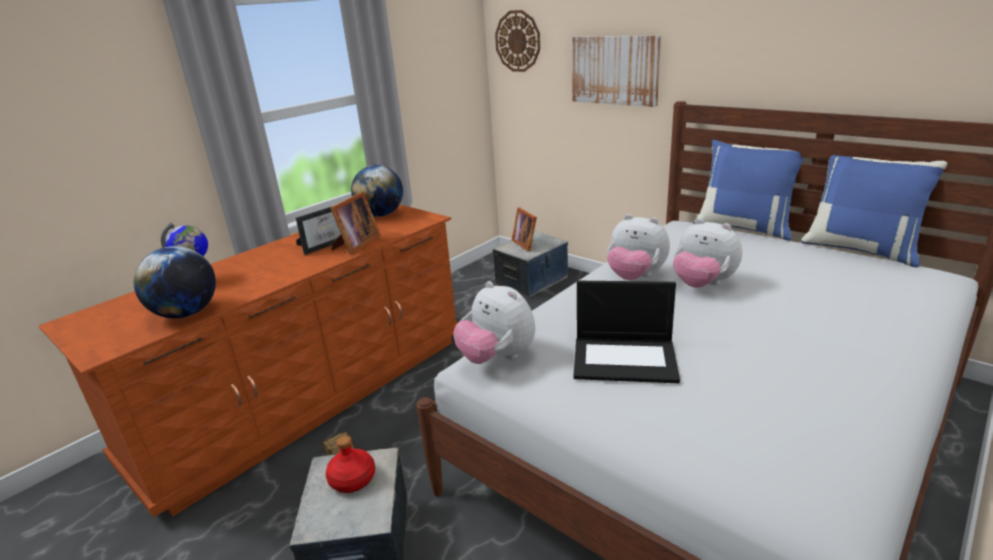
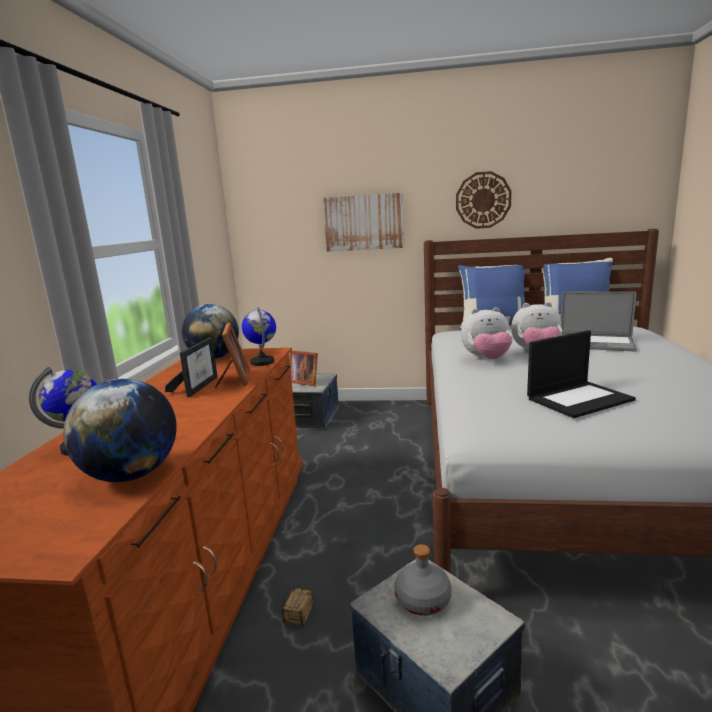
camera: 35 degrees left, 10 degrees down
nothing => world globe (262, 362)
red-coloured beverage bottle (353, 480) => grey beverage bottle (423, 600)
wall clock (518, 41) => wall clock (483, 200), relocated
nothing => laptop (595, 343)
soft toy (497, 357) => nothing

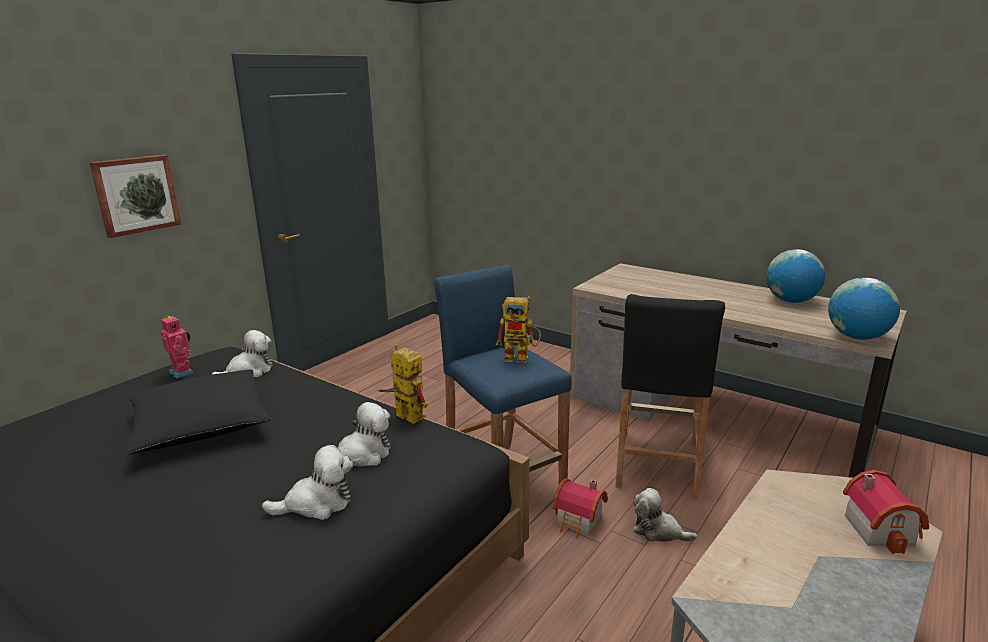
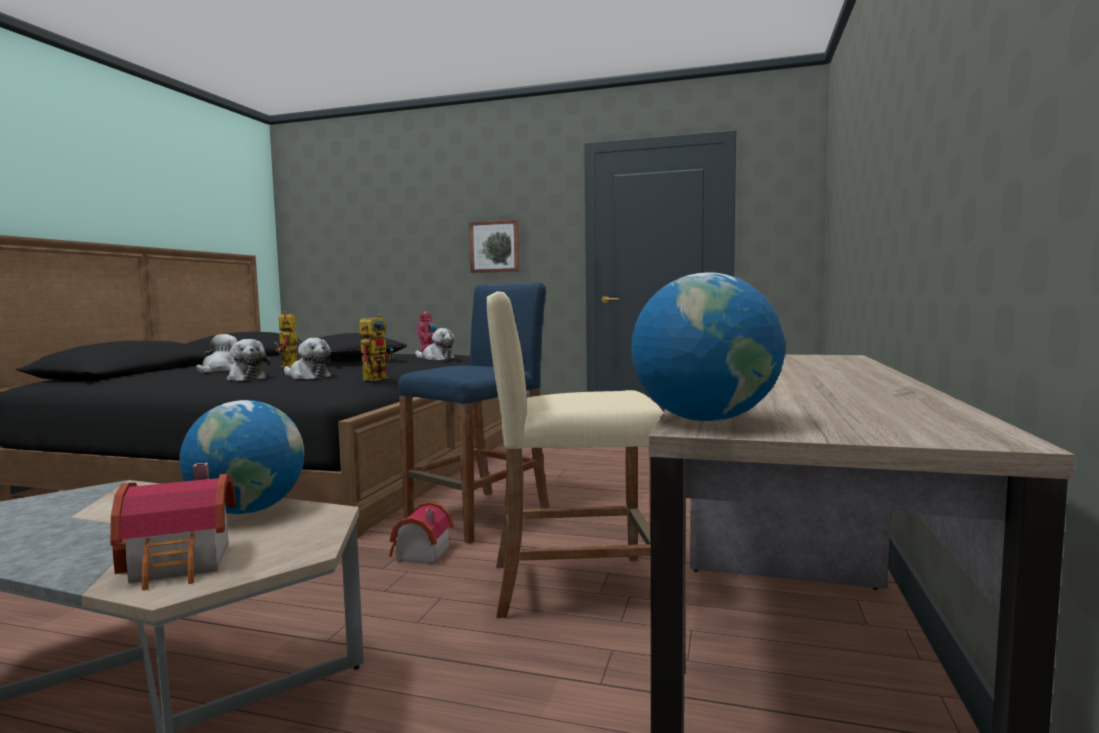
camera: 70 degrees right, 15 degrees down
world globe (790, 301) => world globe (248, 510), relocated
soft toy (658, 531) => soft toy (219, 370), relocated
robot figure (522, 358) => robot figure (290, 366), relocated
black-coloured stool (657, 463) => beige-coloured stool (573, 585)

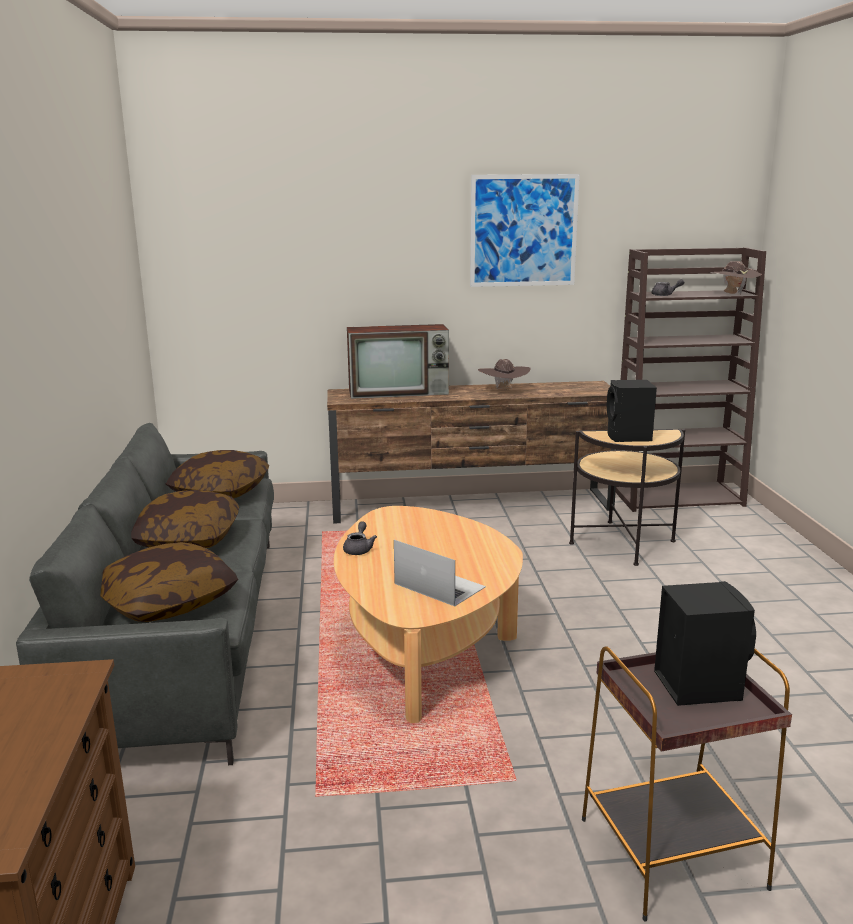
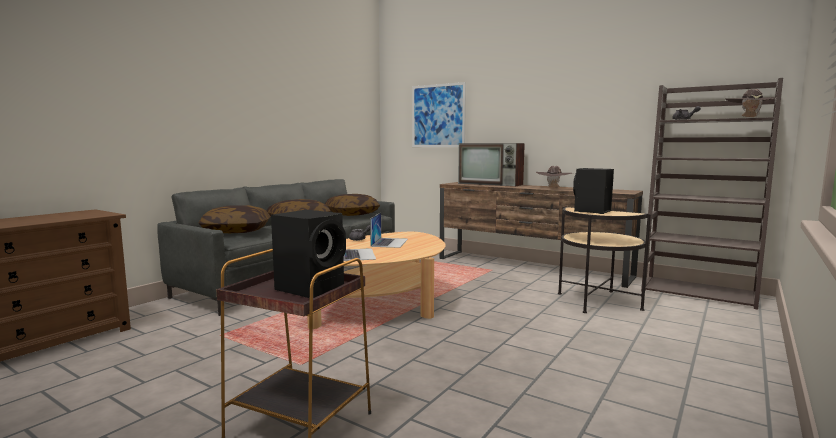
camera: 40 degrees right, 10 degrees down
nothing => laptop (389, 242)
wall art (523, 231) => wall art (438, 116), relocated

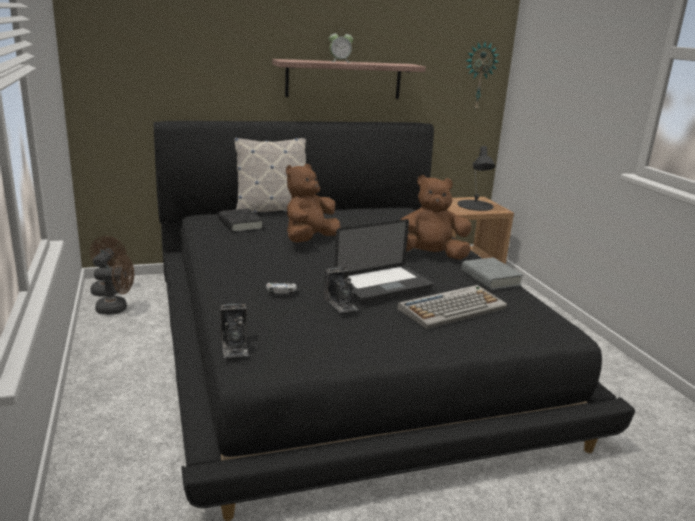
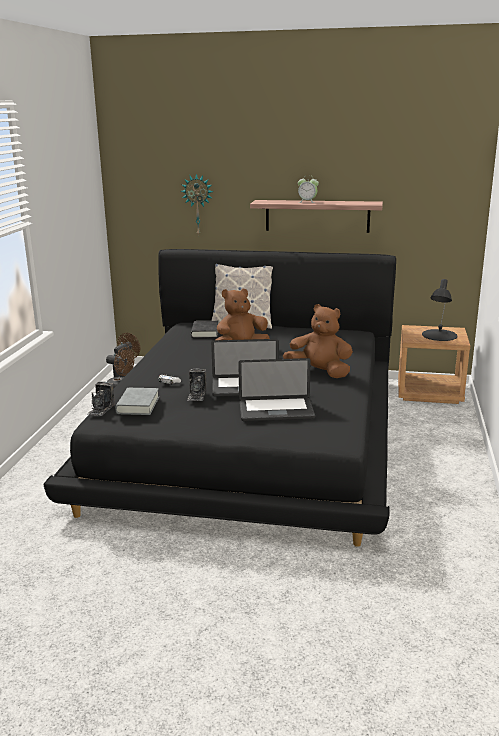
camera: 30 degrees right, 0 degrees up
grey volume (490, 278) => grey volume (138, 405), relocated
wall clock (479, 76) => wall clock (198, 205), relocated
keyboard (452, 308) => laptop (276, 411)

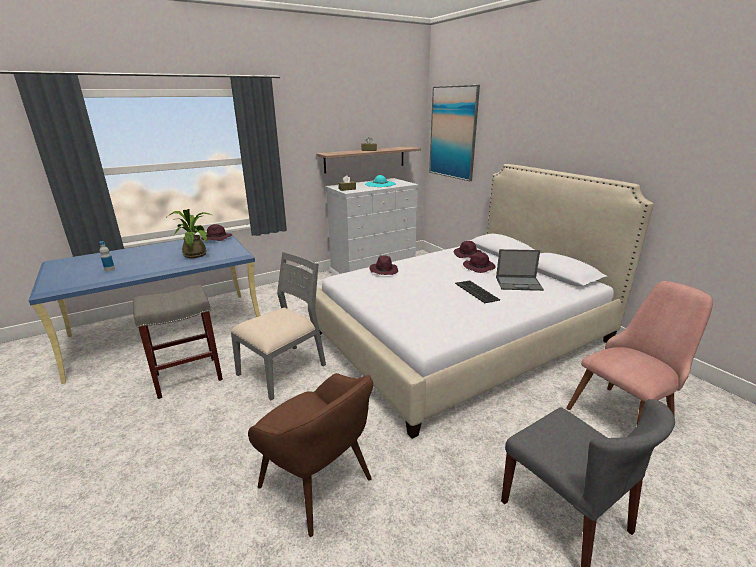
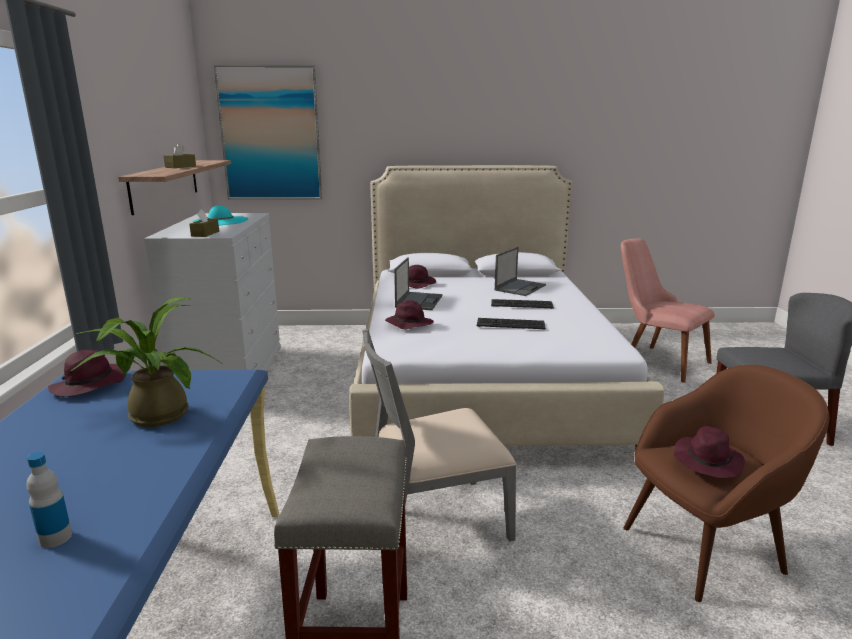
camera: 60 degrees left, 5 degrees down
grey upright chair (283, 370) => grey upright chair (436, 520), 90 degrees counterclockwise
nothing => laptop (419, 301)
nothing => keyboard (510, 324)
pink-coloured upright chair (626, 412) => pink-coloured upright chair (655, 360), 45 degrees counterclockwise
purplish wearable hat (479, 267) => purplish wearable hat (707, 461), relocated

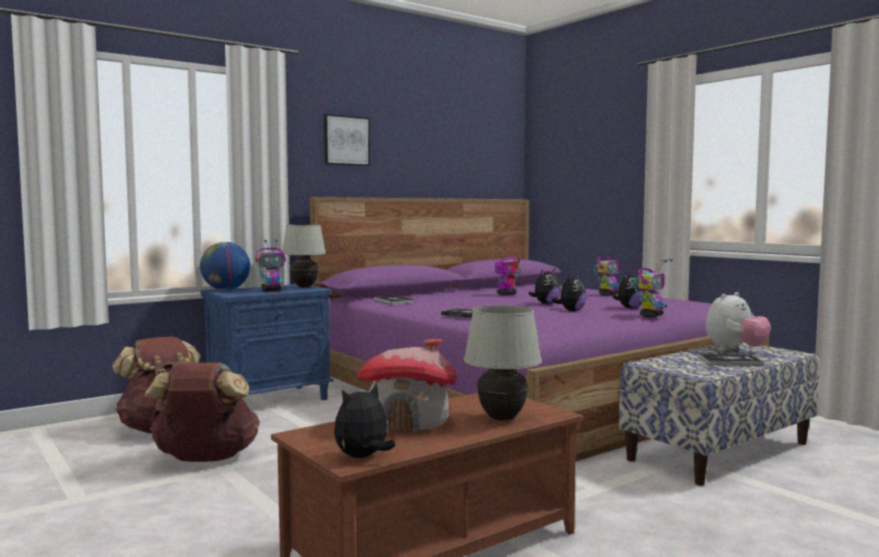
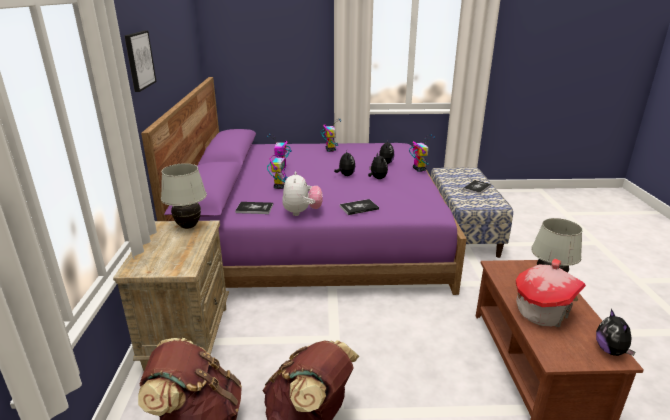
camera: 55 degrees left, 20 degrees up
blue-coloured bedside table (270, 400) => beige-coloured bedside table (188, 336)
robot figure (272, 290) => robot figure (280, 186), relocated
soft toy (735, 350) => soft toy (302, 212), relocated
world globe (226, 290) => nothing

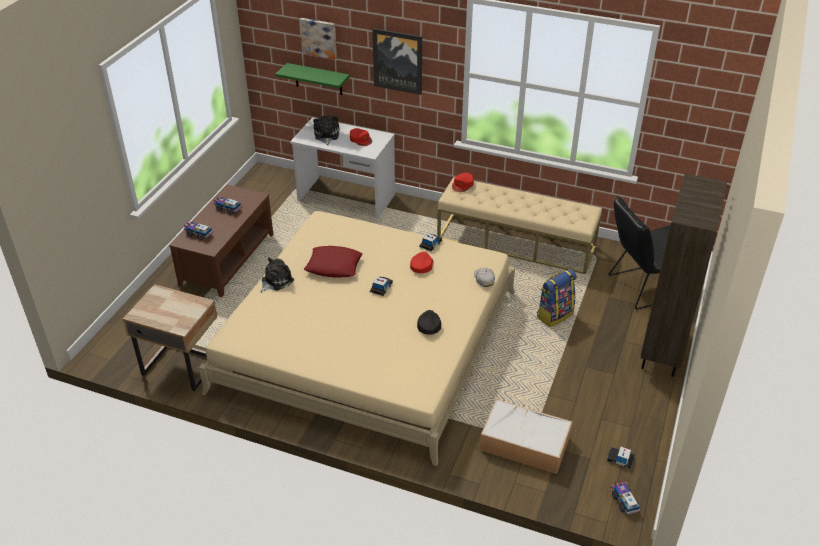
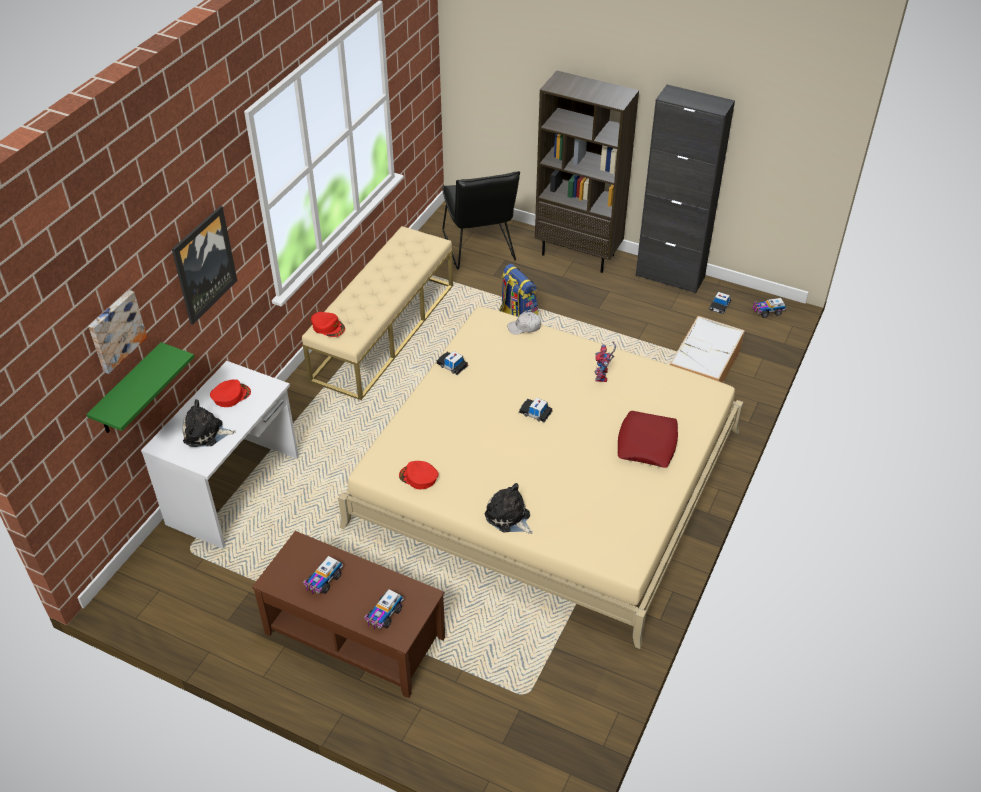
camera: 85 degrees left, 5 degrees up
red-coloured peaked cap (421, 265) => red-coloured peaked cap (418, 477), relocated
black-coloured peaked cap (429, 325) => robot figure (603, 377)
red-coloured pillow (333, 266) => red-coloured pillow (647, 444), relocated
nothing => black-coloured cabinet (670, 276)
beige-coloured bedside table (181, 365) => nothing

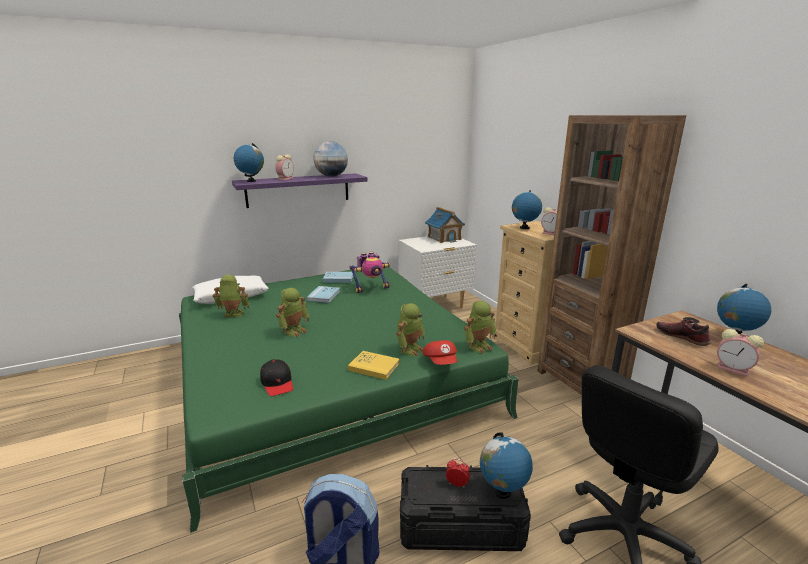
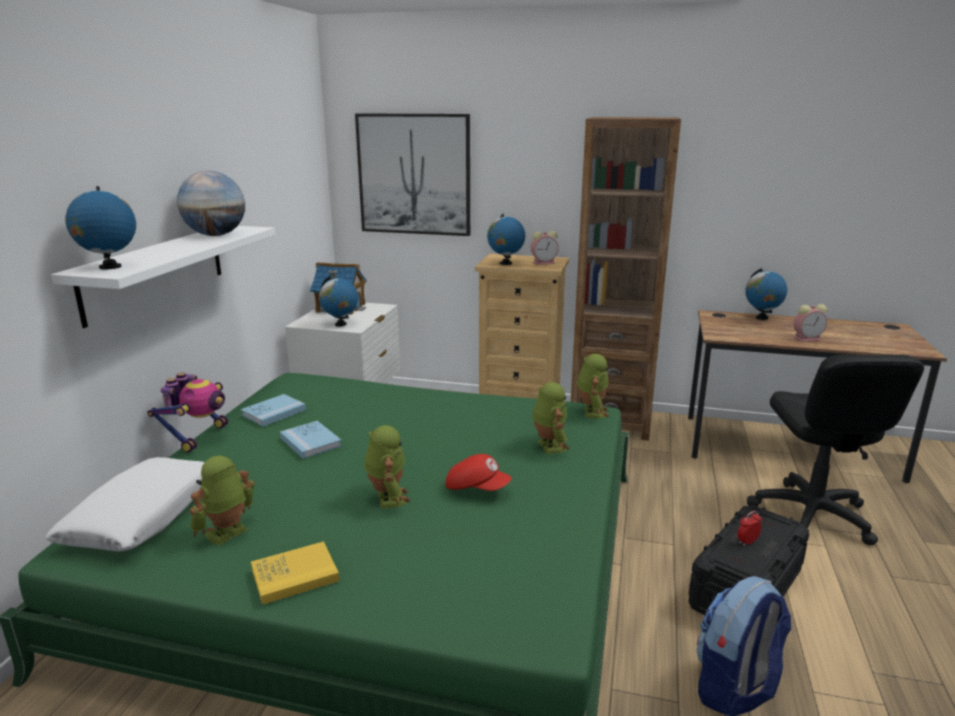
camera: 50 degrees left, 0 degrees up
purplish bracket shelf (298, 190) => white-coloured bracket shelf (156, 271)
robot figure (371, 288) => robot figure (199, 437), relocated
yellowish volume (374, 367) => yellowish volume (295, 575), relocated
world globe (502, 492) => world globe (340, 324), relocated
nothing => wall art (414, 174)
red-coloured peaked cap (441, 362) => red-coloured peaked cap (477, 488), relocated
black-coloured peaked cap (277, 383) => nothing
table clock (285, 179) => nothing
item of footwear (682, 337) => nothing

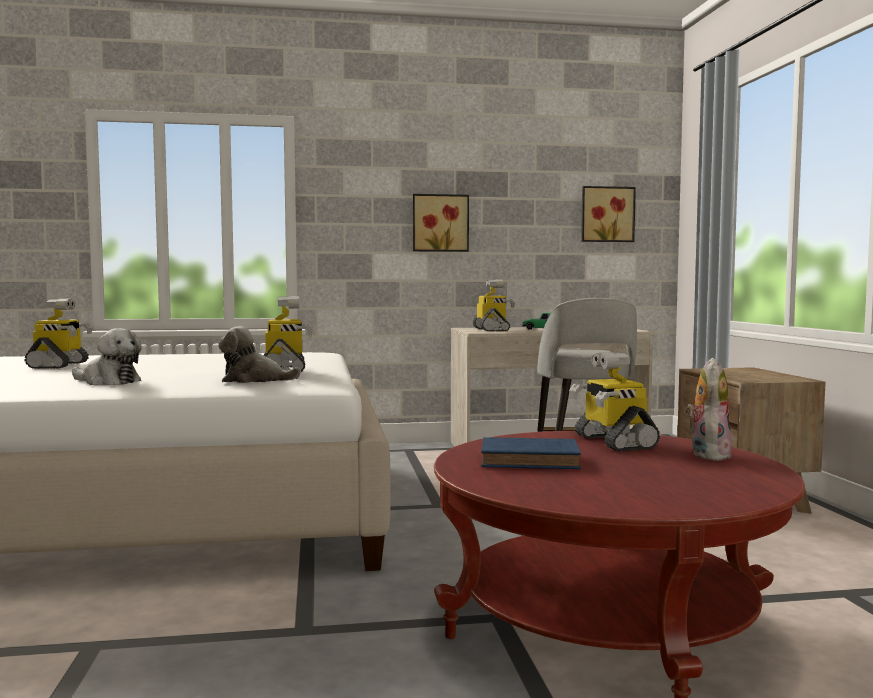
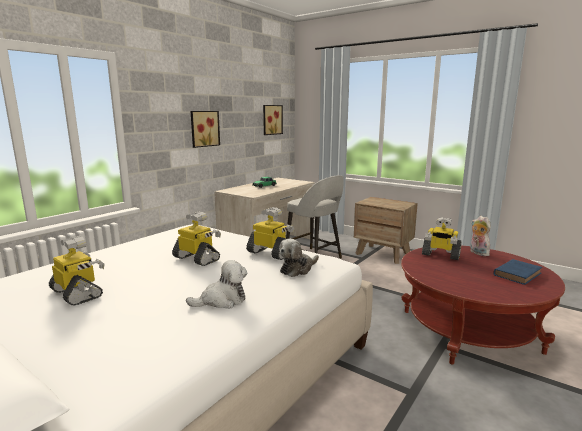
camera: 45 degrees left, 10 degrees up
robot figure (492, 330) => robot figure (197, 258), relocated
blue-coloured volume (532, 460) => blue-coloured volume (517, 274), relocated

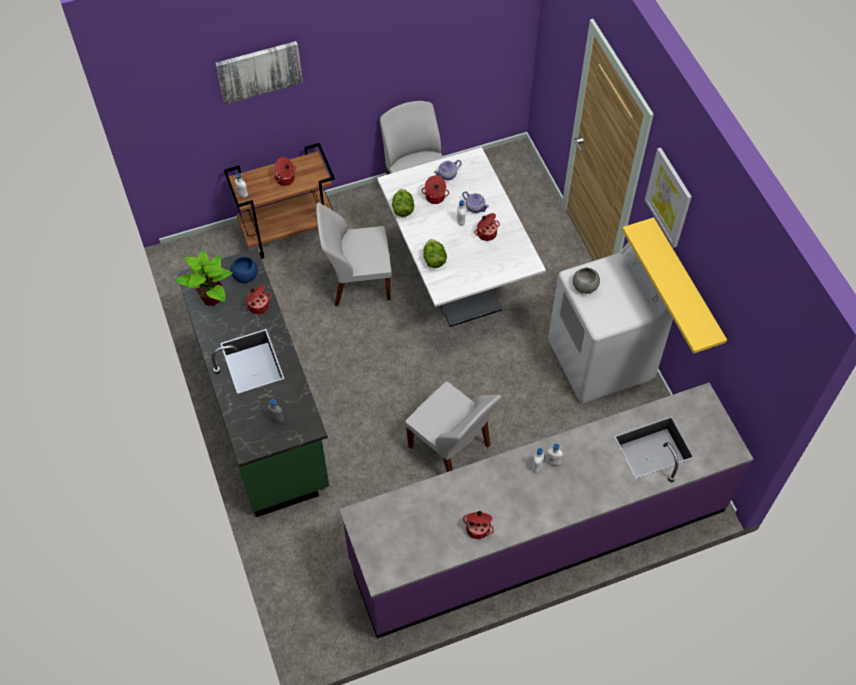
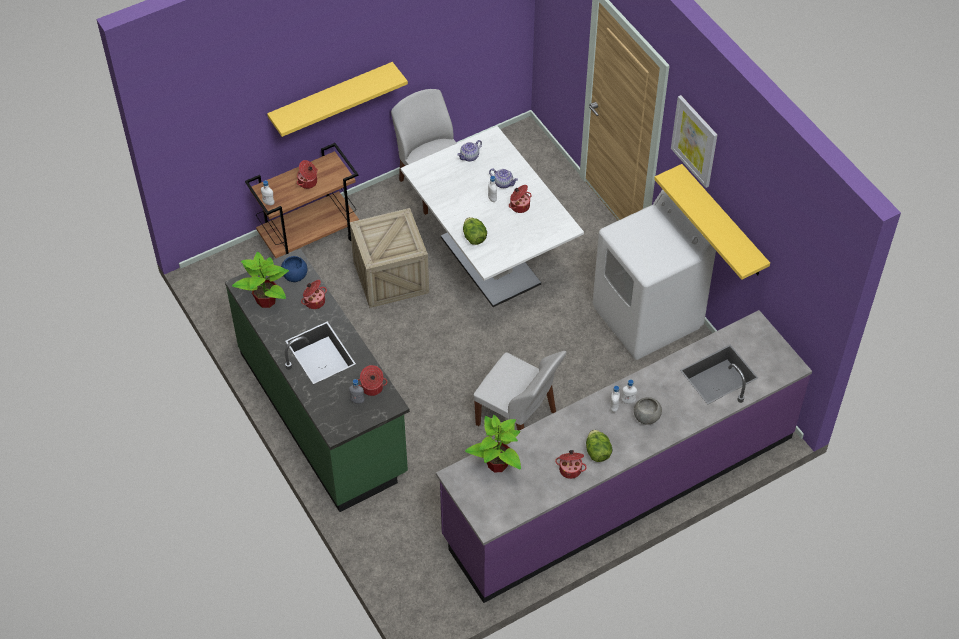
camera: 10 degrees left, 5 degrees down
nothing => yellowish bracket shelf (331, 97)
white-coloured upright chair (357, 281) => packing crate (391, 277)
stockpot (435, 197) => stockpot (372, 388), relocated
nothing => houseplant (497, 464)
lettuce (403, 209) => lettuce (597, 452), relocated
grey serving bowl (585, 287) => grey serving bowl (647, 417), relocated
wall art (259, 71) => nothing

